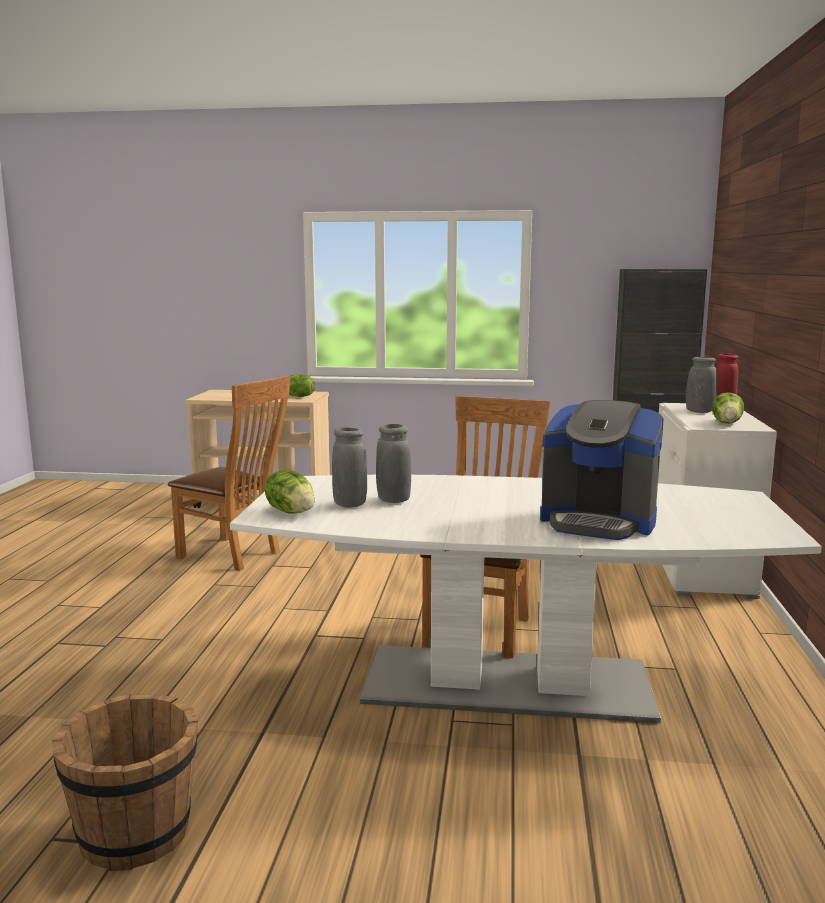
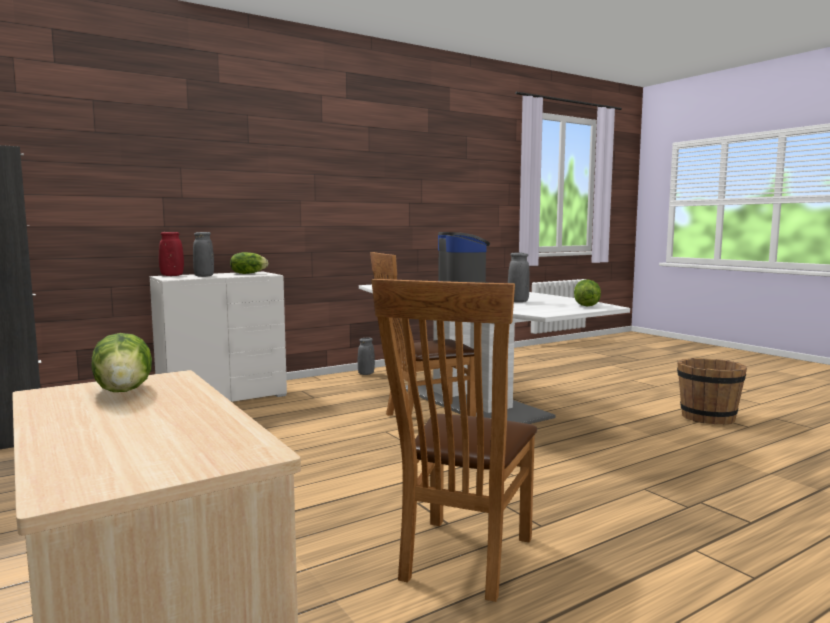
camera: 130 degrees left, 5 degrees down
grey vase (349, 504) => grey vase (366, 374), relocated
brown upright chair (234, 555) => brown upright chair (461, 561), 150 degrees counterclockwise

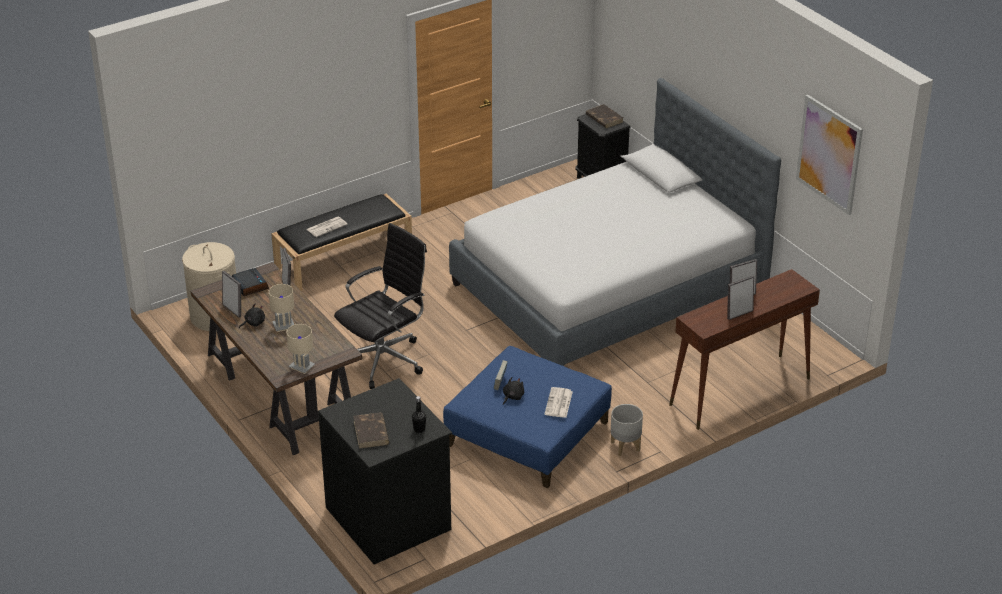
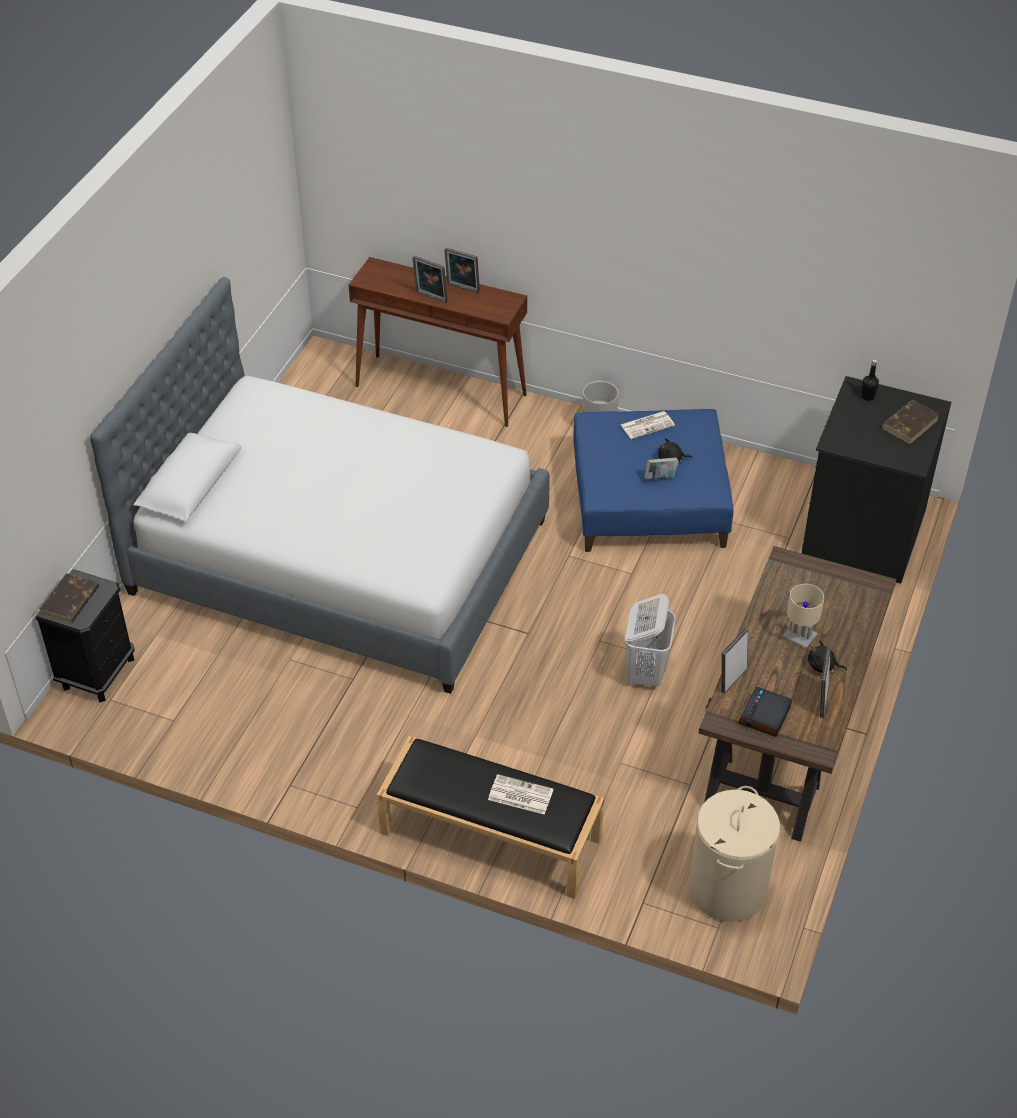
camera: 125 degrees left, 10 degrees up
black-coloured computer chair (384, 359) => white-coloured laundry basket (646, 673)
beige-coloured tabletop lamp (301, 367) => nothing
wall art (829, 154) => nothing

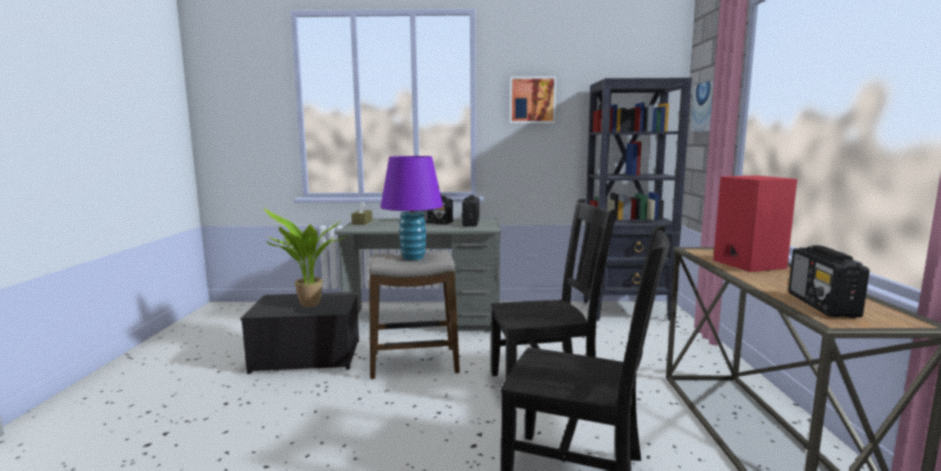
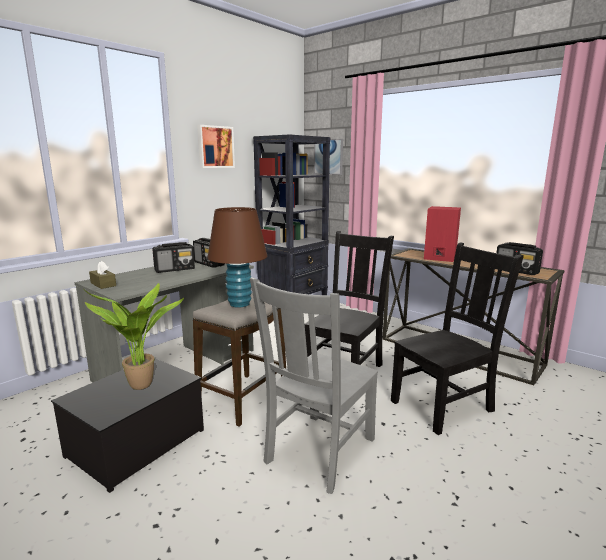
camera: 50 degrees left, 5 degrees up
purplish tabletop lamp (413, 257) => brown tabletop lamp (239, 304)
nothing => grey upright chair (318, 452)

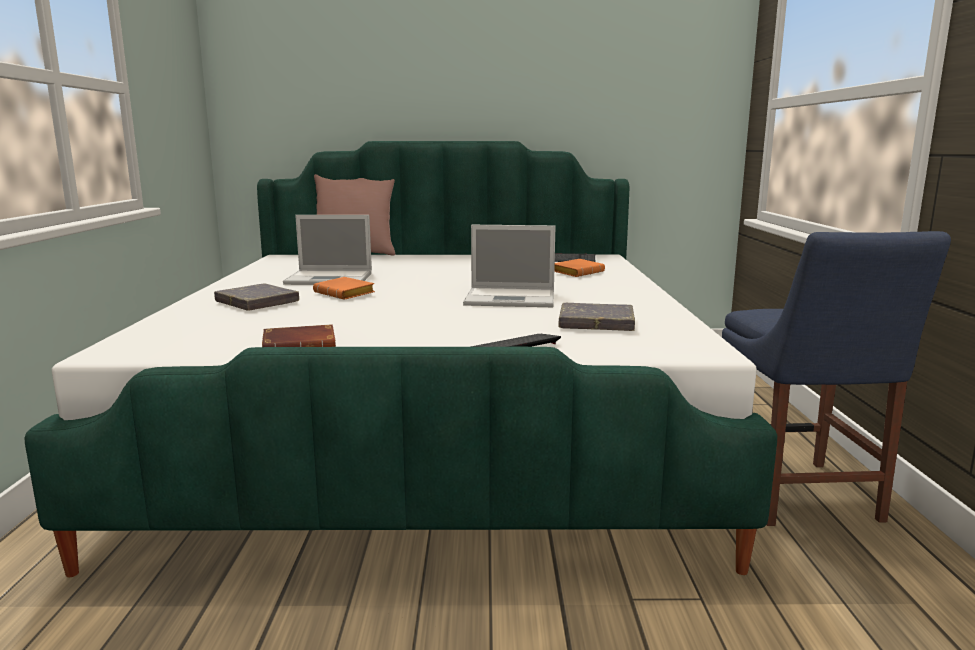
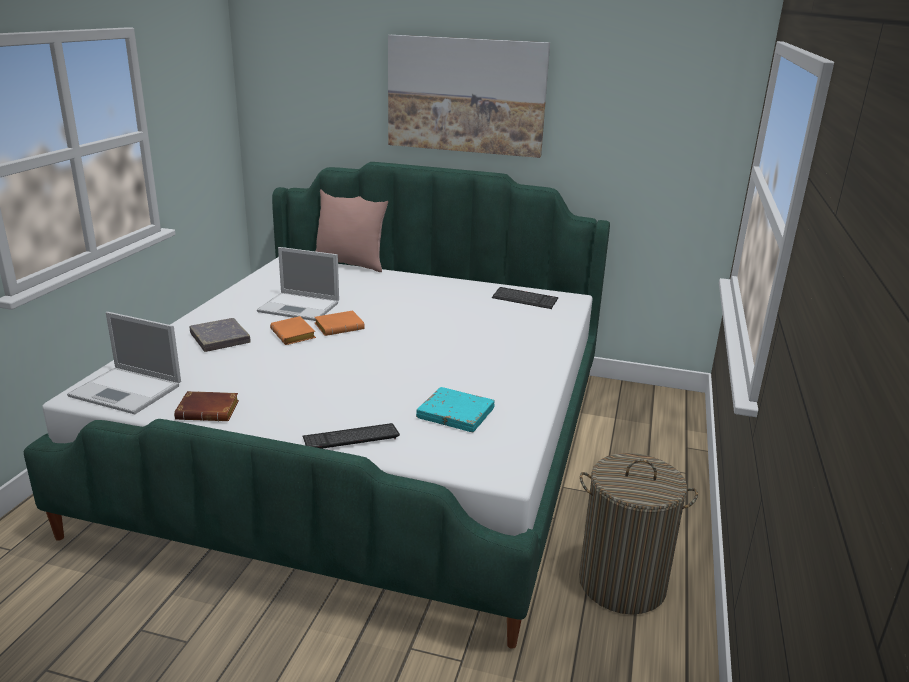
camera: 15 degrees right, 10 degrees up
laptop (512, 298) => laptop (127, 391), relocated
orange volume (577, 272) => orange volume (340, 327), relocated
nothing => wall art (466, 95)
grey volume (596, 323) => blue-green volume (455, 414)
blue-coloured upright chair (798, 496) => laundry basket (621, 583)

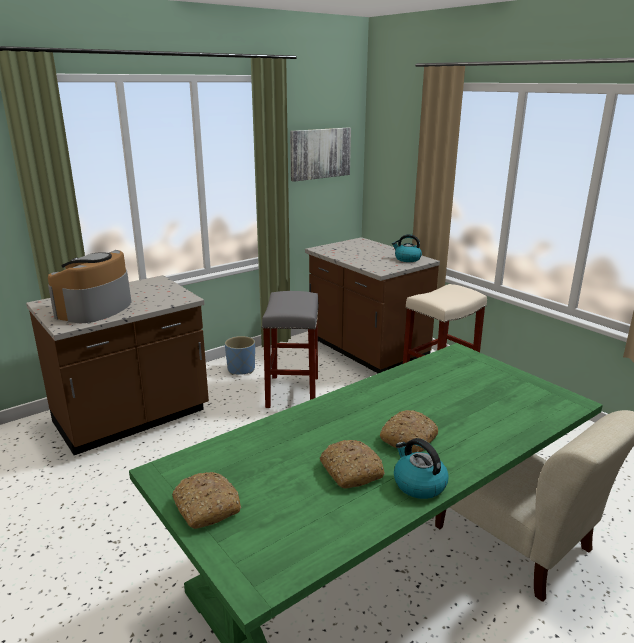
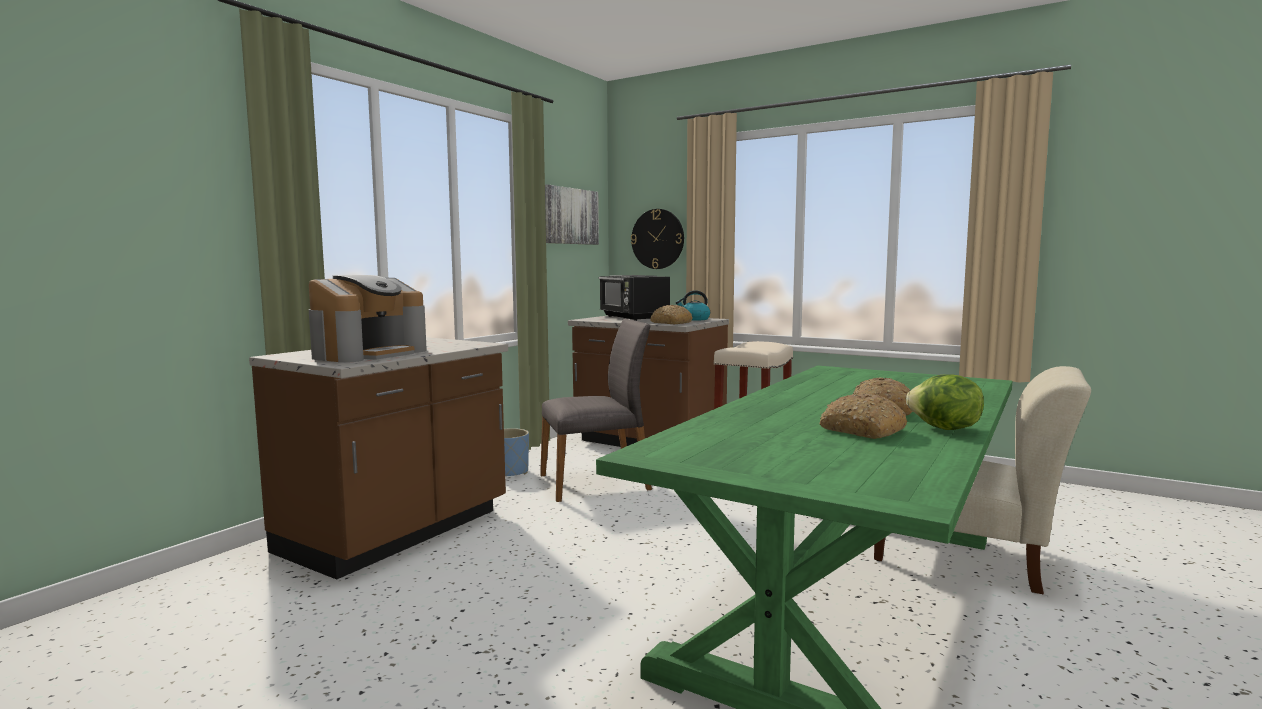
camera: 20 degrees left, 15 degrees down
coffee maker (95, 309) => coffee maker (369, 354), 150 degrees counterclockwise
grey stool (293, 392) => grey upright chair (596, 482)
nothing => black-coloured microwave oven (633, 318)
nothing => wall clock (657, 239)
baked bread (205, 507) => baked bread (670, 323), relocated
kettle (418, 484) => lettuce (944, 429)

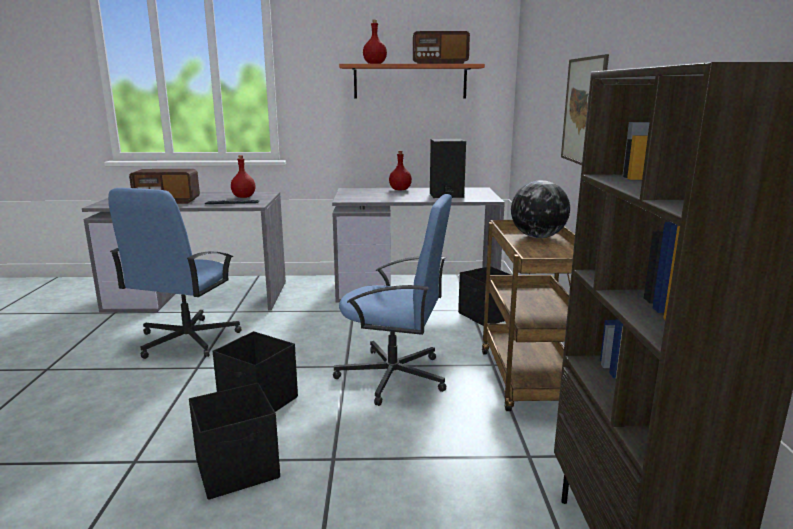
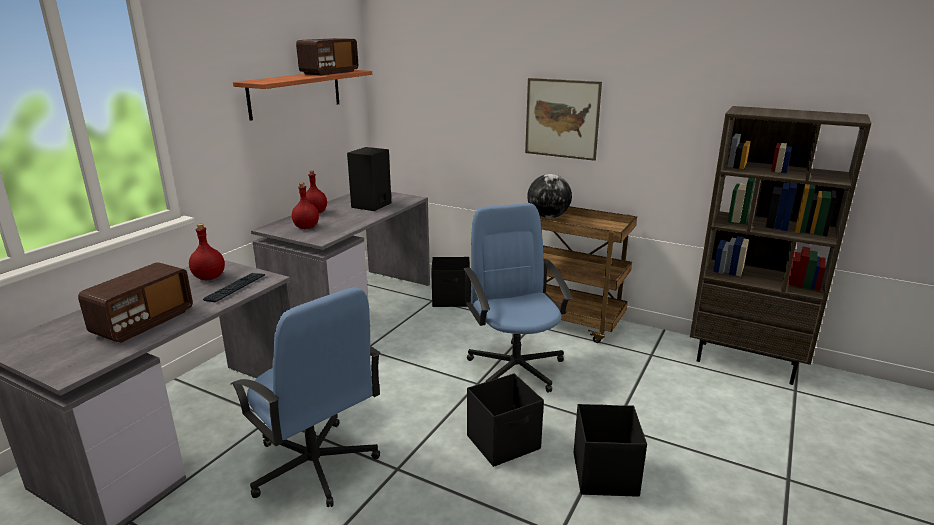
camera: 60 degrees left, 5 degrees up
red-coloured beverage bottle (375, 64) => red-coloured beverage bottle (306, 227), relocated
blue-coloured computer chair (394, 376) => blue-coloured computer chair (516, 367), 60 degrees counterclockwise

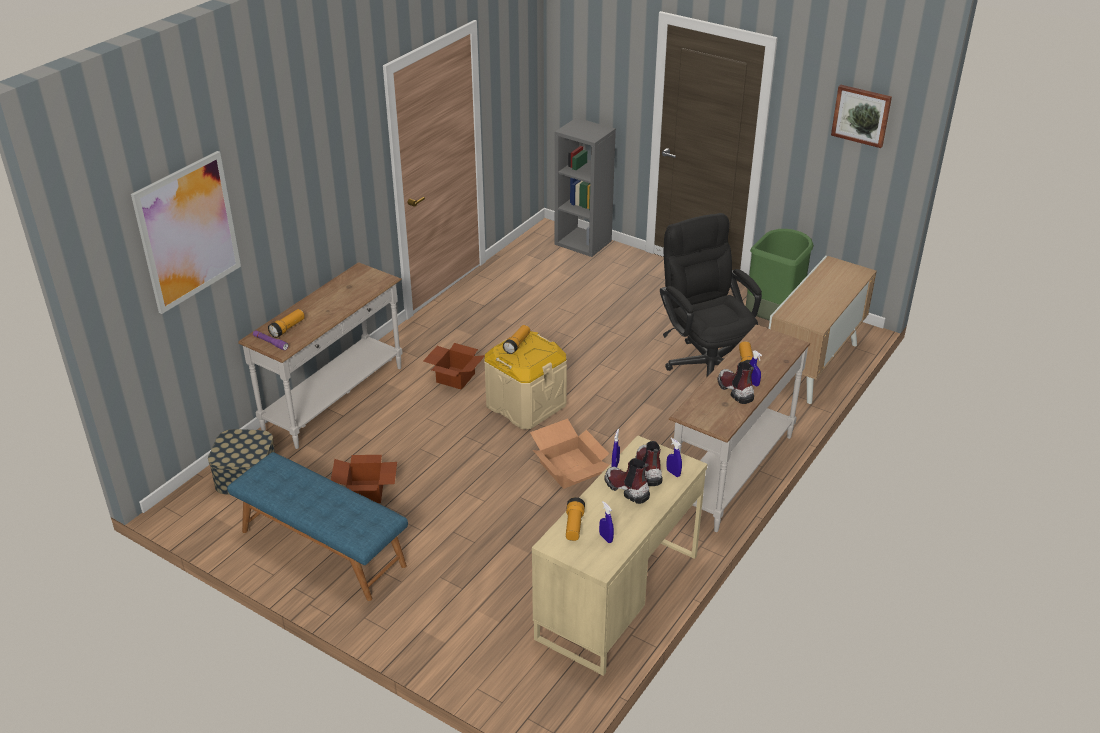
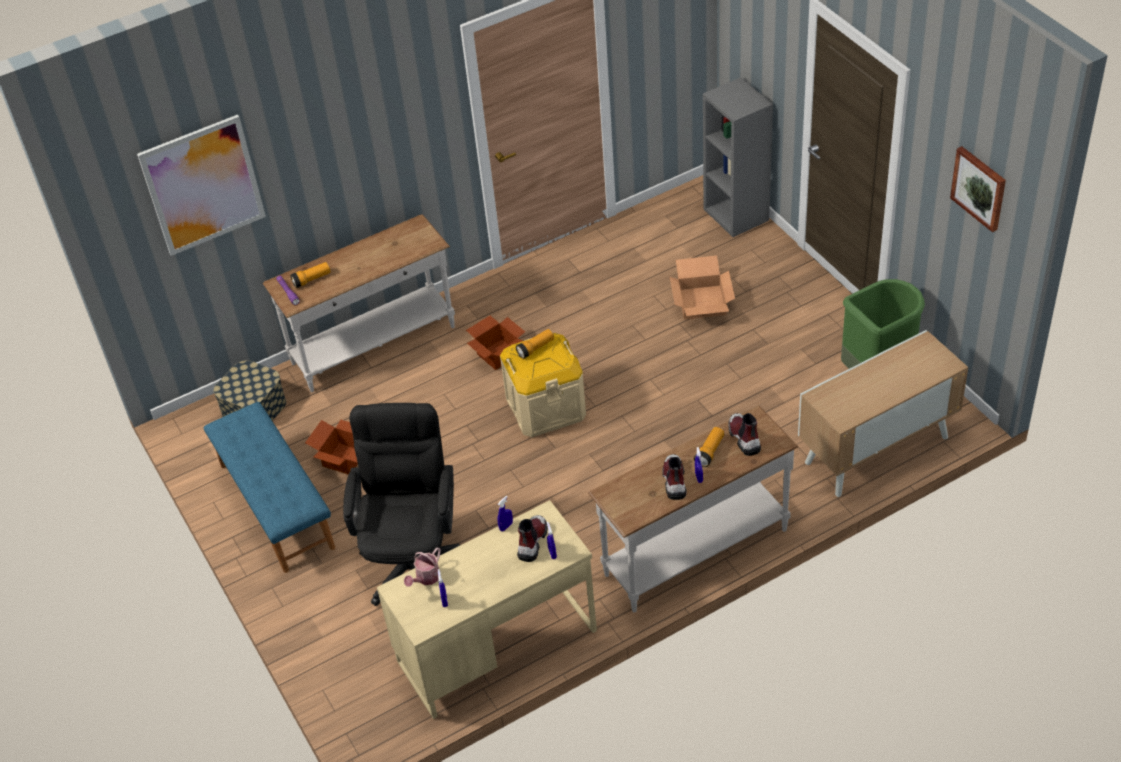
camera: 30 degrees right, 10 degrees up
black-coloured computer chair (705, 361) => black-coloured computer chair (412, 556), relocated
torch (574, 526) => watering can (426, 578)
carton (571, 468) => carton (703, 302), relocated
high-top boot (626, 489) => high-top boot (743, 437), relocated

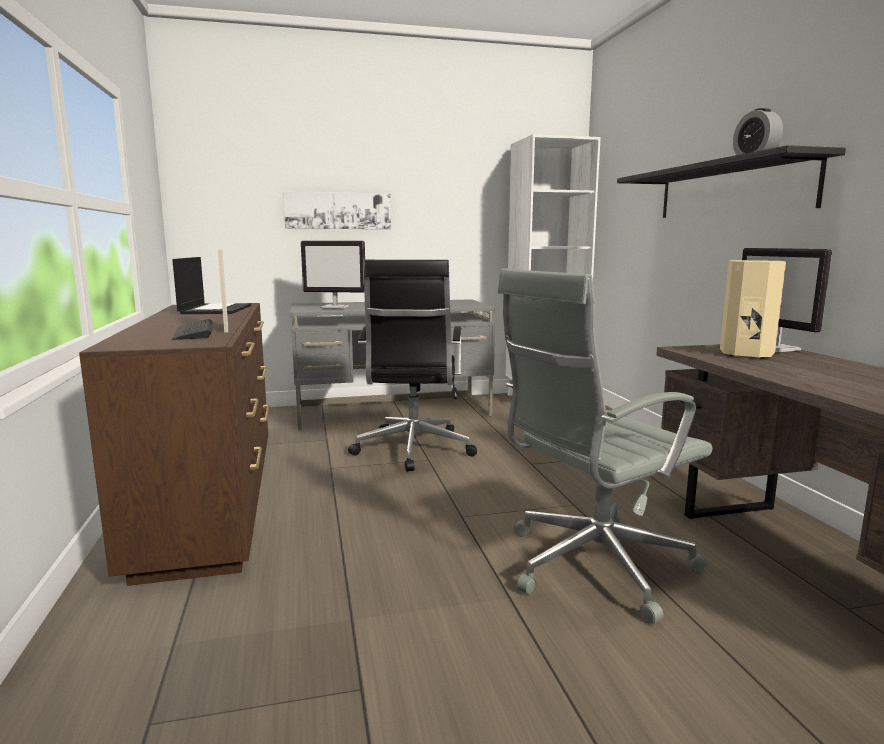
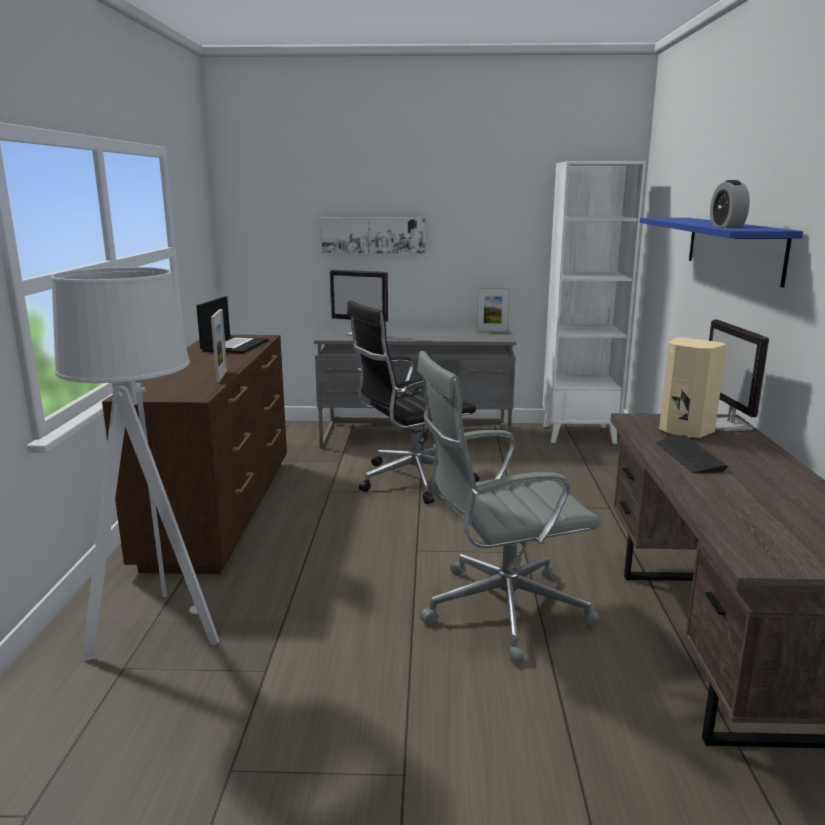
camera: 15 degrees right, 5 degrees up
nothing => grey floor lamp (157, 631)
black-coloured computer chair (413, 450) => black-coloured computer chair (411, 480), 45 degrees clockwise
nothing => picture frame (492, 332)
black-coloured bracket shelf (730, 190) => blue-coloured bracket shelf (733, 247)
keyboard (193, 332) => keyboard (689, 456), relocated

